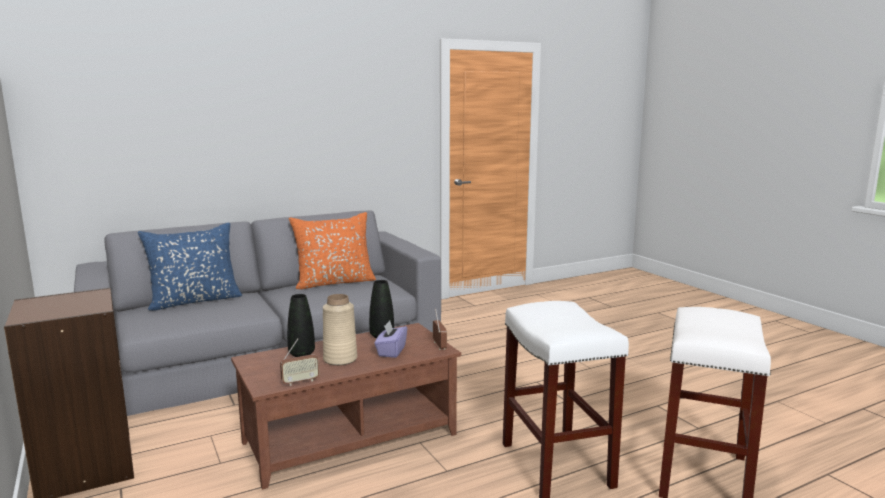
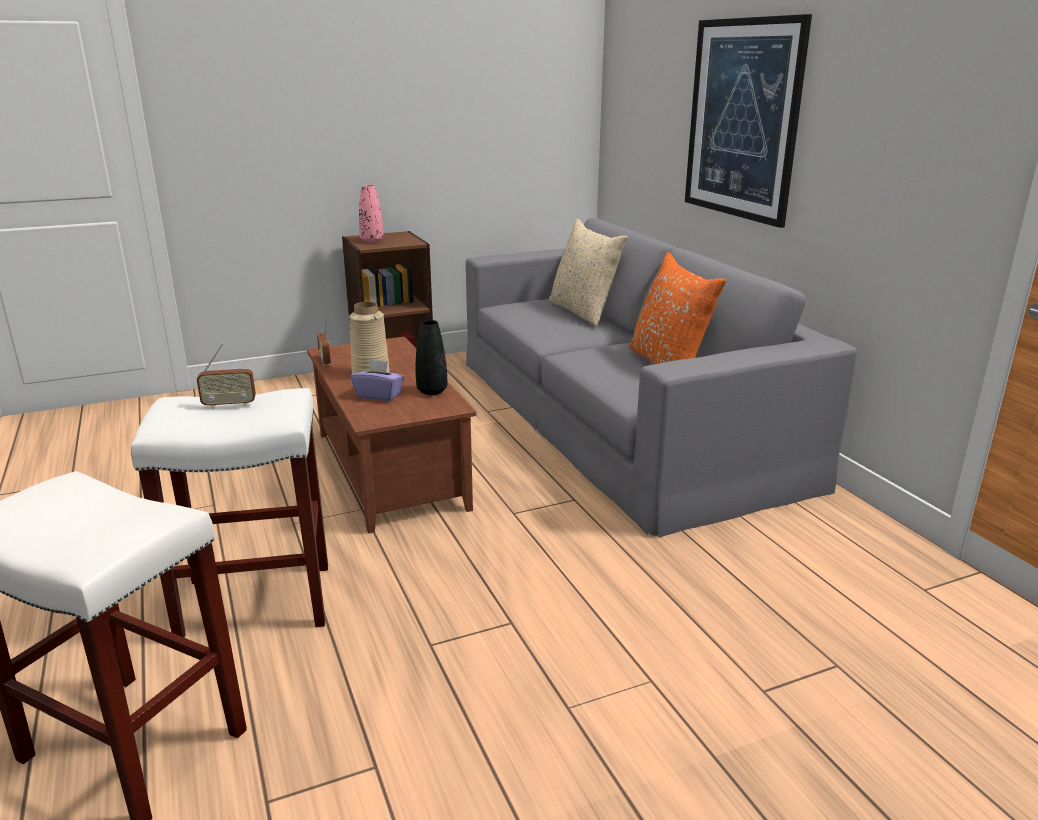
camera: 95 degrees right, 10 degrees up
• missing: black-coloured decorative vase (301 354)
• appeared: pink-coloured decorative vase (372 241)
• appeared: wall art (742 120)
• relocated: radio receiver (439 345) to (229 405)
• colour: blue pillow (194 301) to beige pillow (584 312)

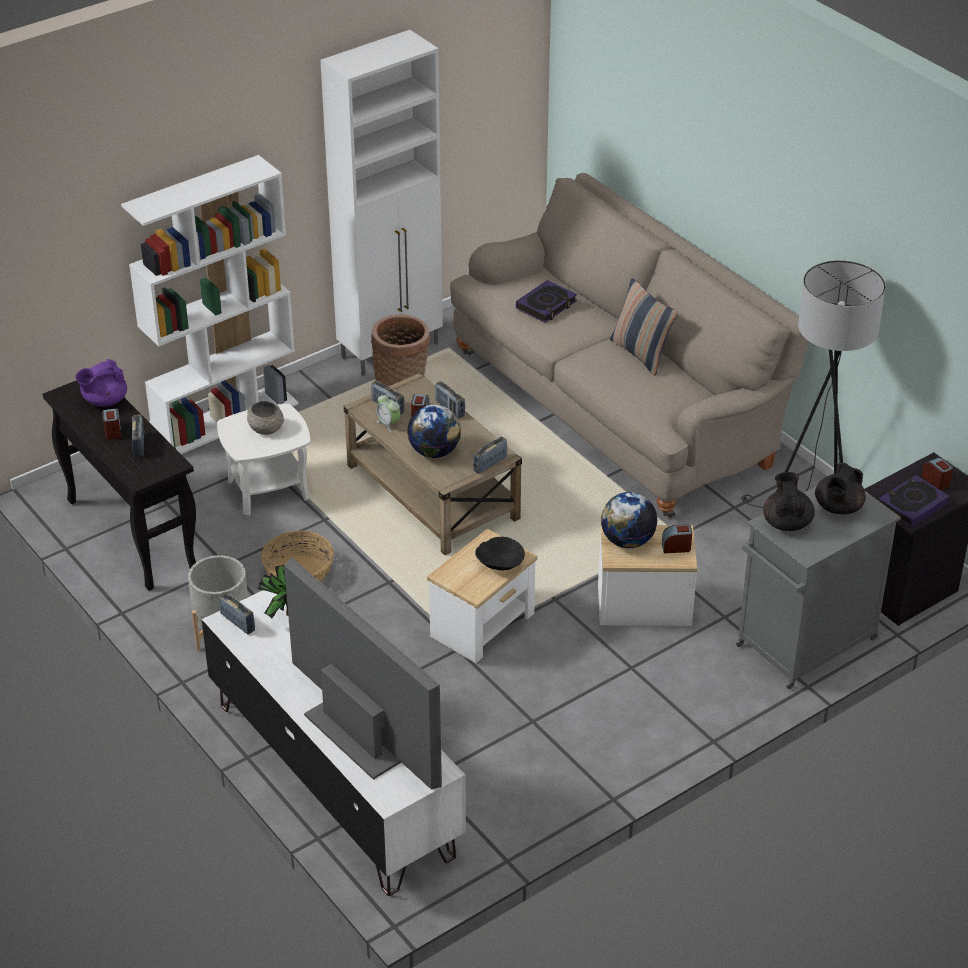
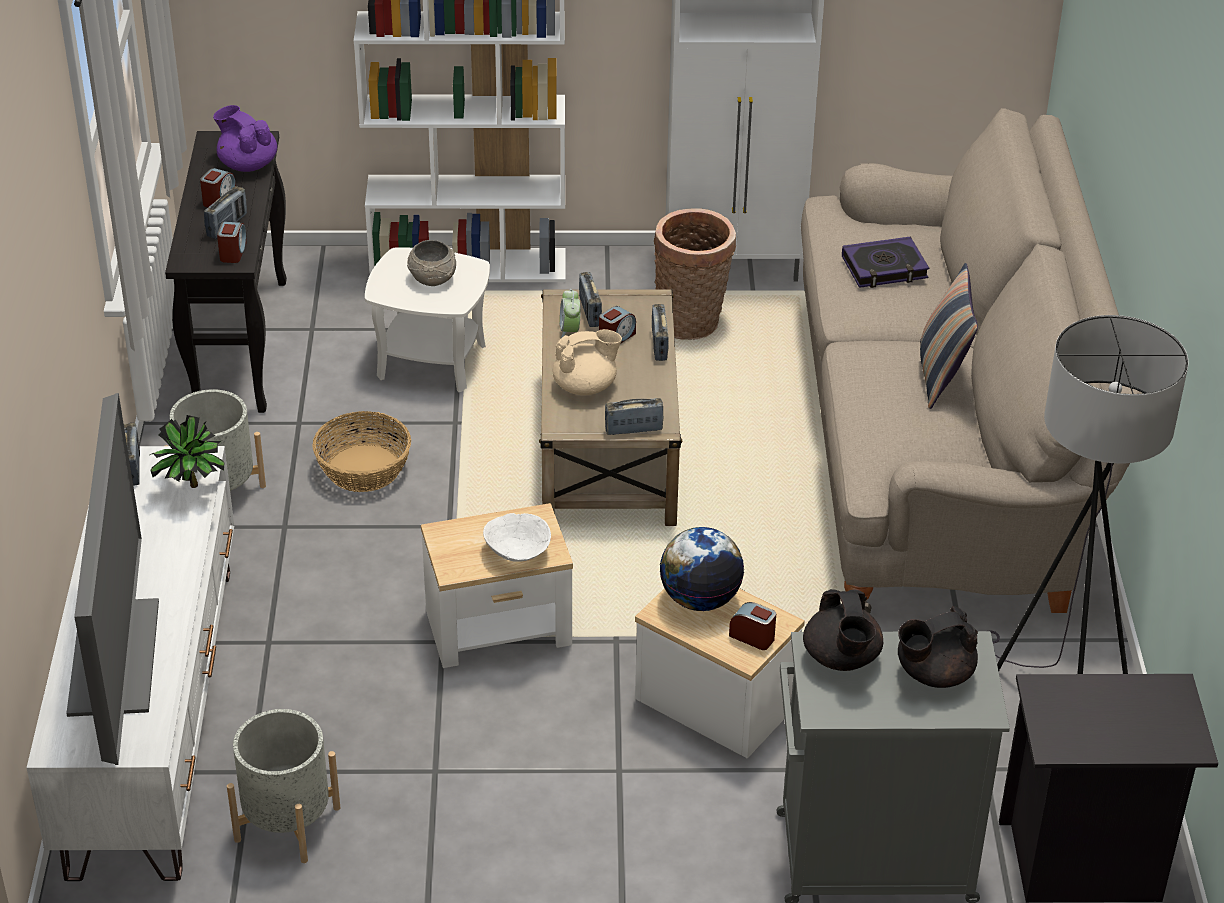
camera: 35 degrees right, 0 degrees up
• missing: volume (912 505)
• appeared: gray flower pot (287 823)
• relocated: bedside clock (936 481) to (233 252)
• exchanged: world globe (434 452) to beige tea pot (586 386)
• colour: black-coloured deep dish (499 564) to white deep dish (516 552)
• spun: purple-coloured tea pot (104 401) = (247 164) 45 degrees clockwise
• spun: black-coloured tea pot (787 522) = (841 658) 135 degrees clockwise

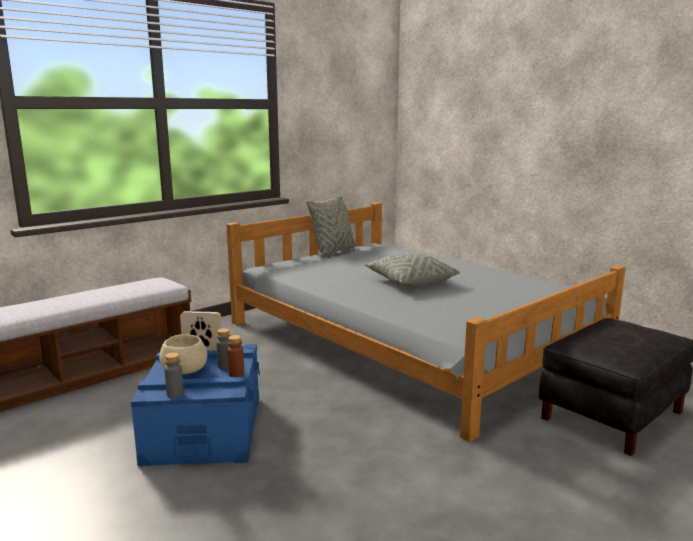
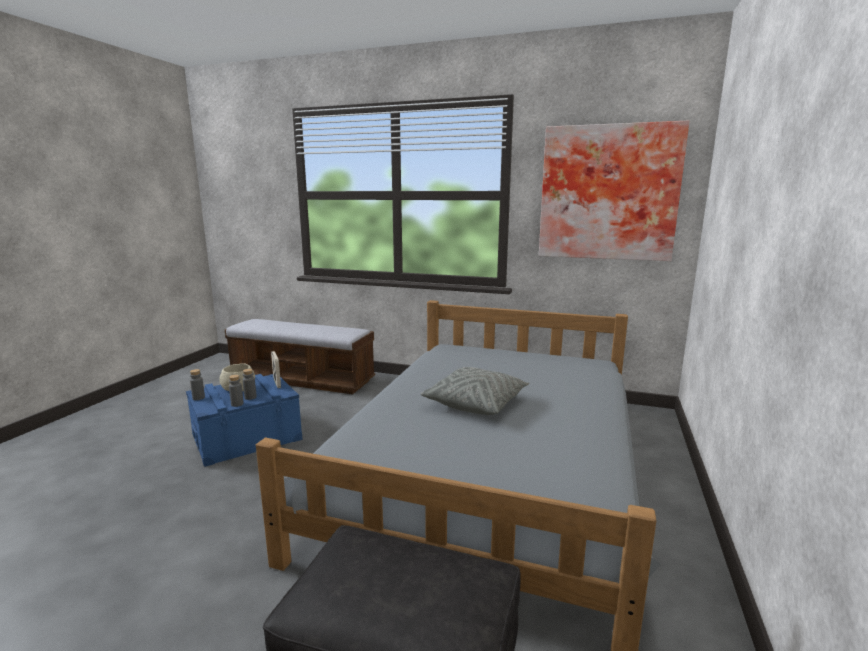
camera: 60 degrees right, 0 degrees up
• missing: gray pillow (333 252)
• appeared: wall art (608 193)
• colour: brownish drink bottle (236 374) to gray drink bottle (237 404)

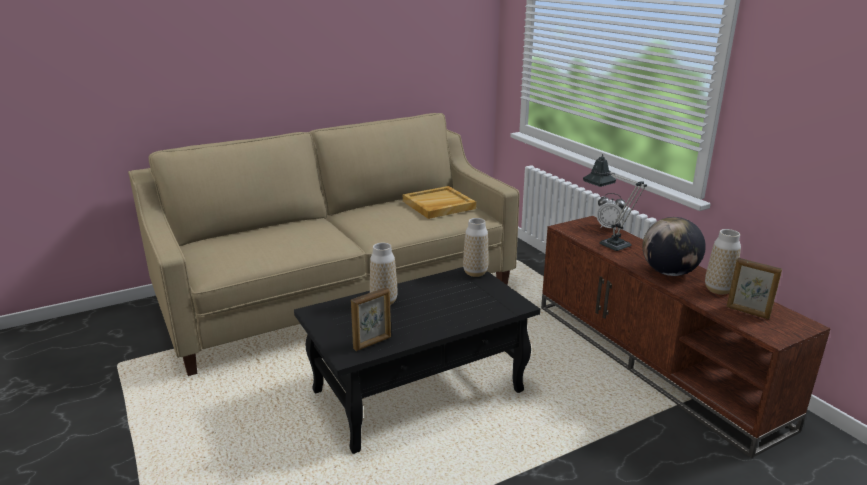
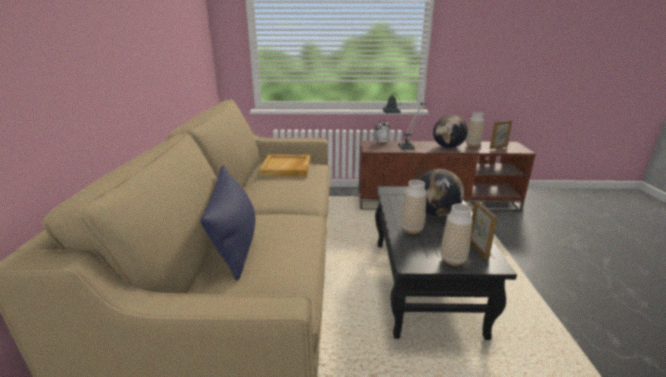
camera: 60 degrees left, 0 degrees up
• appeared: blue pillow (235 243)
• appeared: world globe (436 213)
• relocated: decorative vase (475 273) to (452 260)

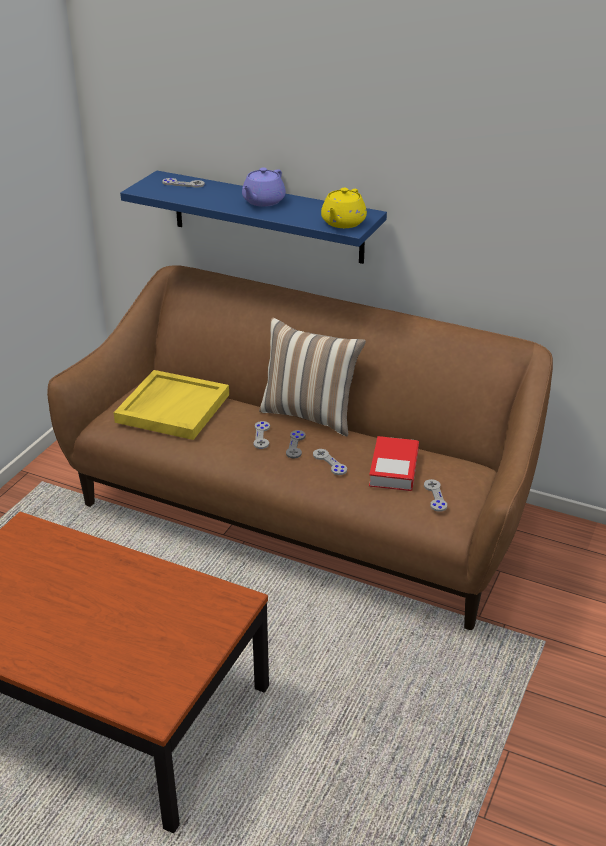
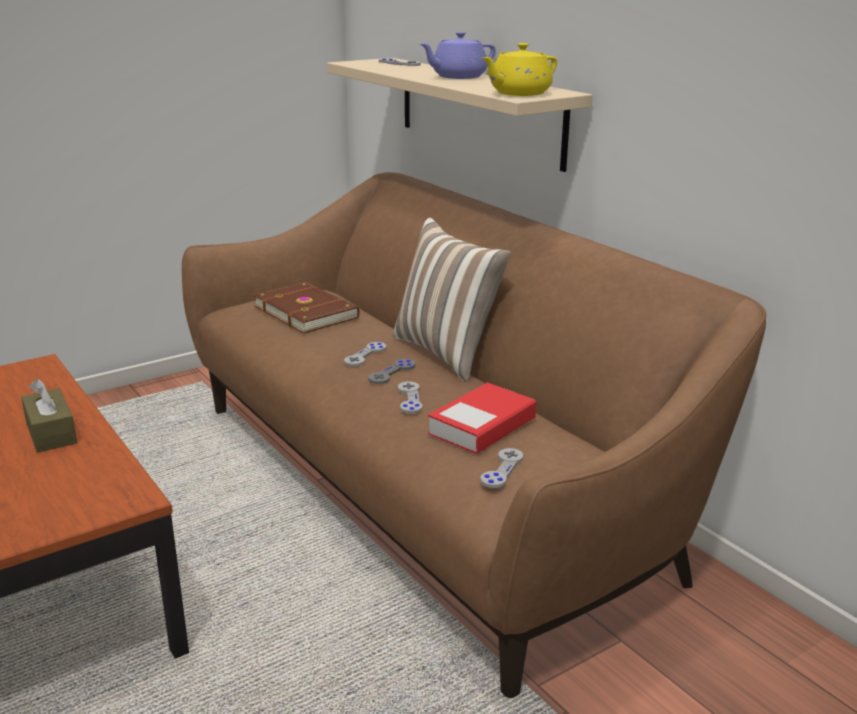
camera: 30 degrees right, 10 degrees down
• appeared: brownish box of tissues (51 433)
• exchanged: yellow tray (172 407) to brownish volume (307 311)
• colour: blue shelf (267 217) to beige shelf (479 110)

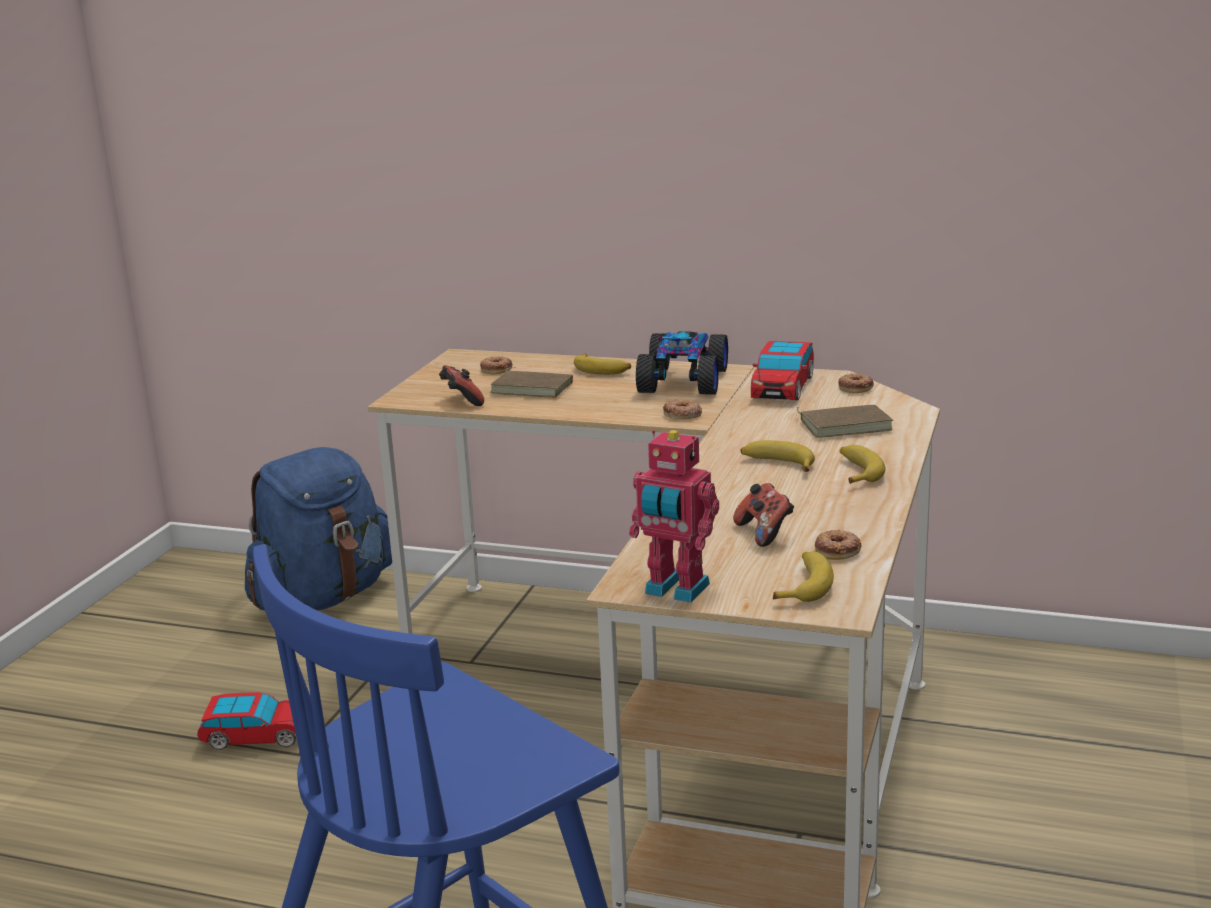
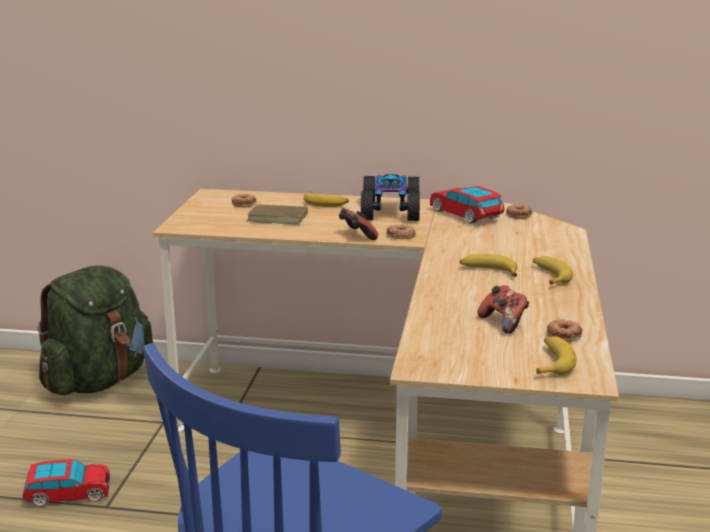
camera: 10 degrees left, 0 degrees up
• missing: robot figure (675 590)
• missing: brownish volume (845 425)
• relocated: joypad (462 401) to (356 236)
• colour: blue backpack (324 597) to greenish backpack (99 381)
• spun: miniature car (782 387) = (466 215) 135 degrees clockwise

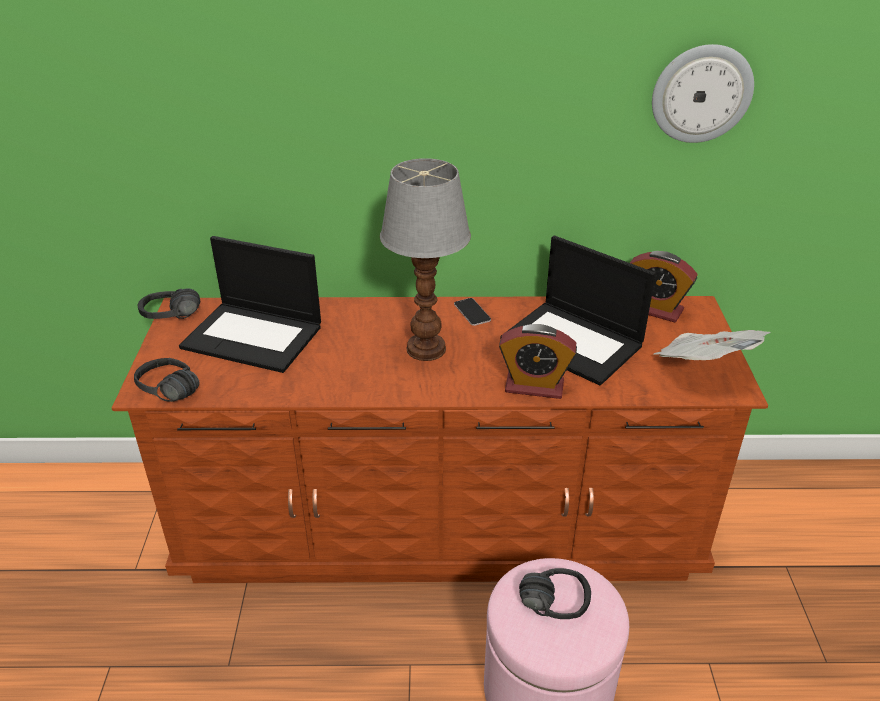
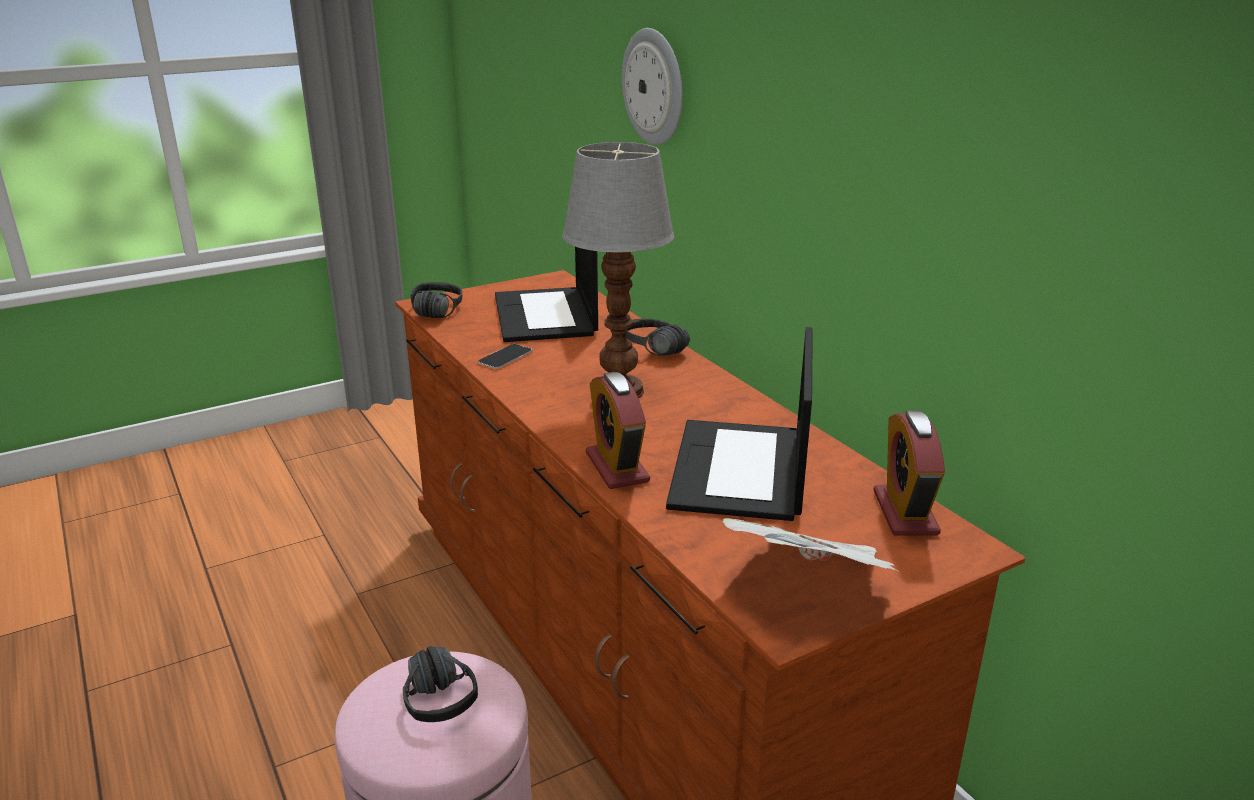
camera: 60 degrees right, 10 degrees down
• relocated: black-coloured headset (171 319) to (647 351)
• relocated: handset (472 312) to (505 357)
• relocated: wall clock (701 93) to (654 87)

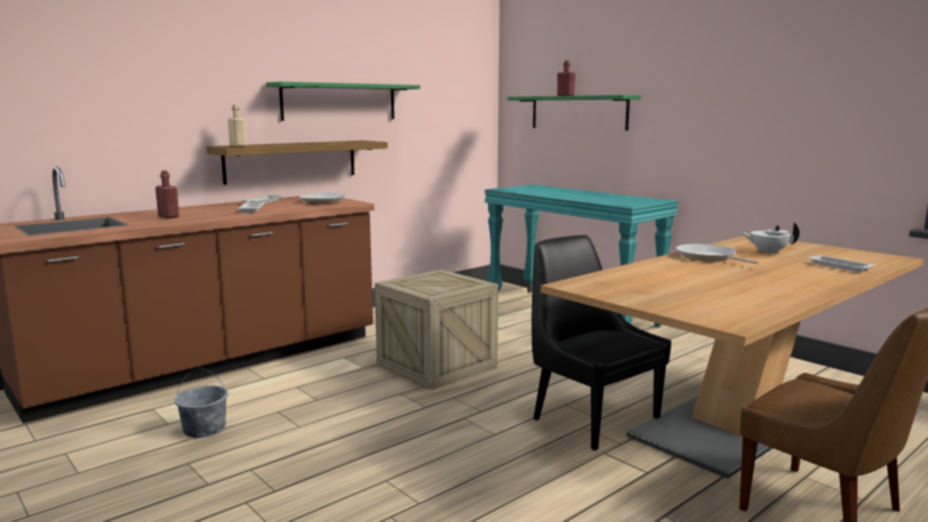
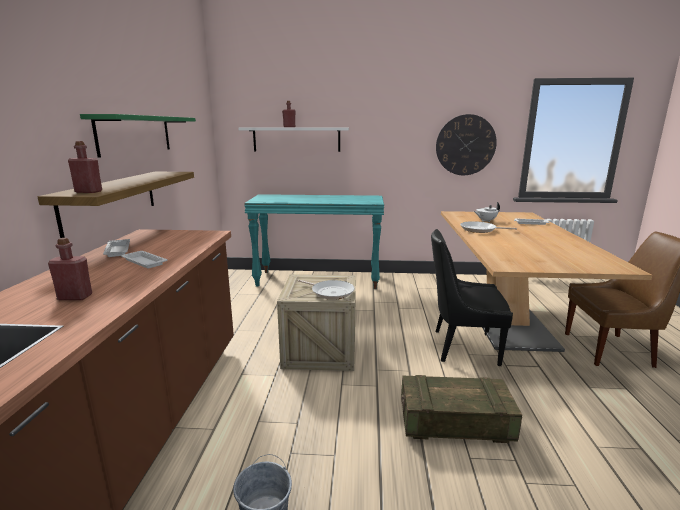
camera: 45 degrees left, 5 degrees up
• appeared: shipping crate (454 423)
• appeared: wall clock (465 145)
• relocated: skillet (323 201) to (330 292)
• colour: beige drink bottle (238 146) to reddish drink bottle (88 192)
• colour: greenish shelf (578 112) to white shelf (296 139)

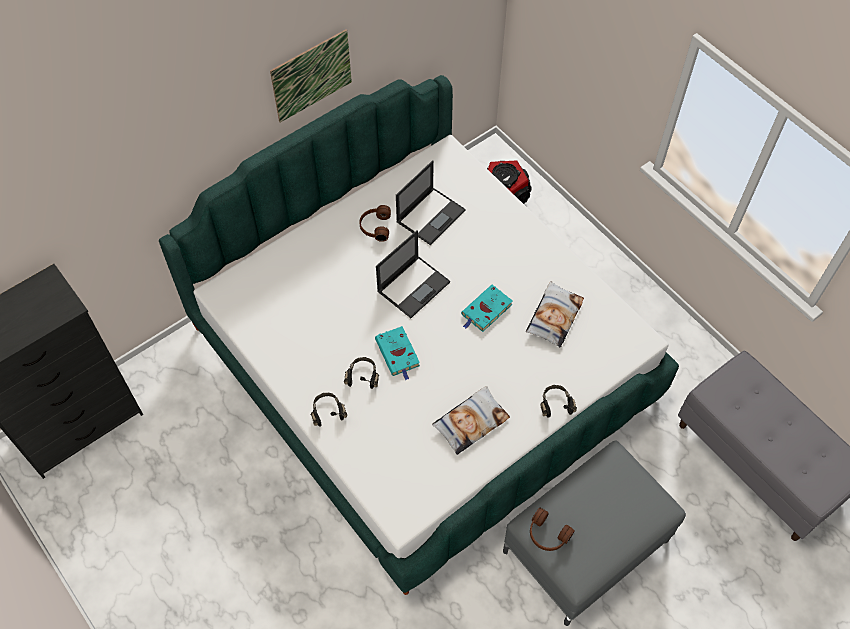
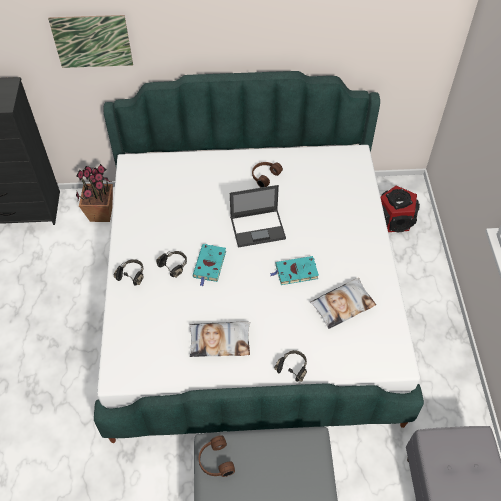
camera: 35 degrees right, 5 degrees down
• missing: notebook computer (431 215)
• appeared: potted plant (101 213)
• relocated: wall art (311 76) to (92 41)

